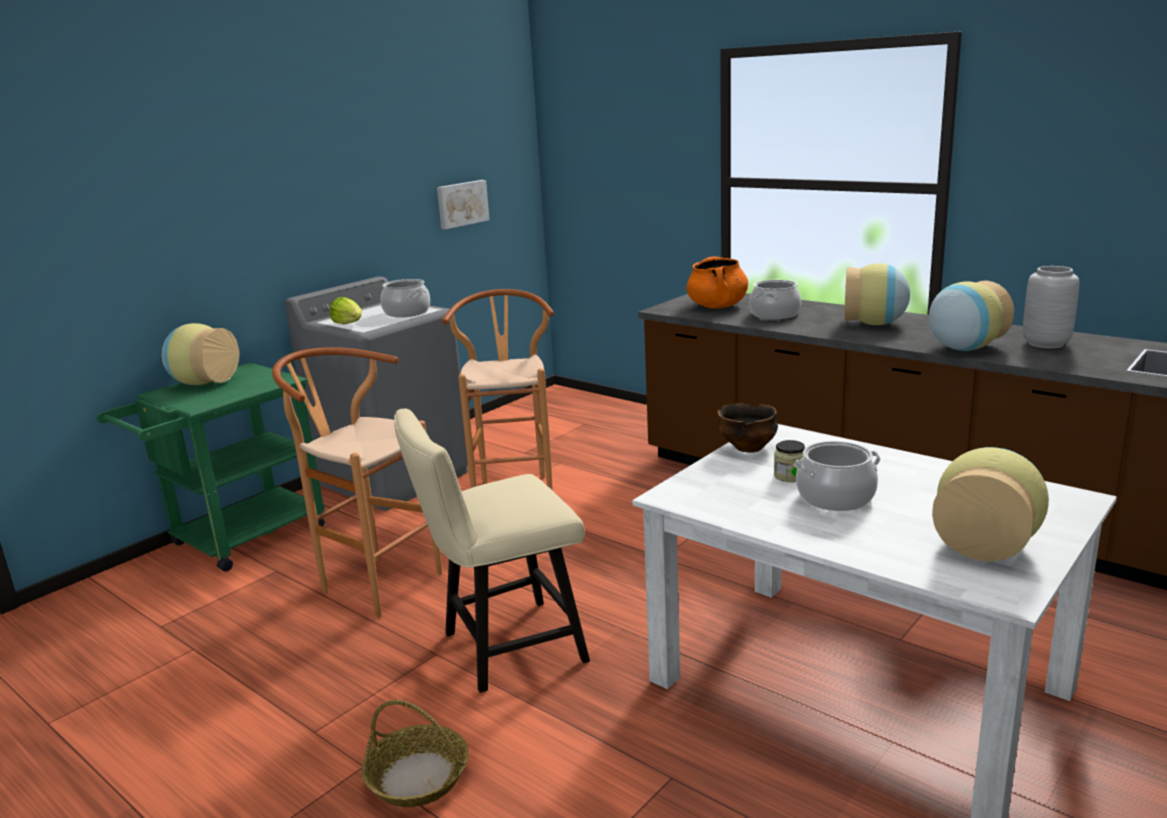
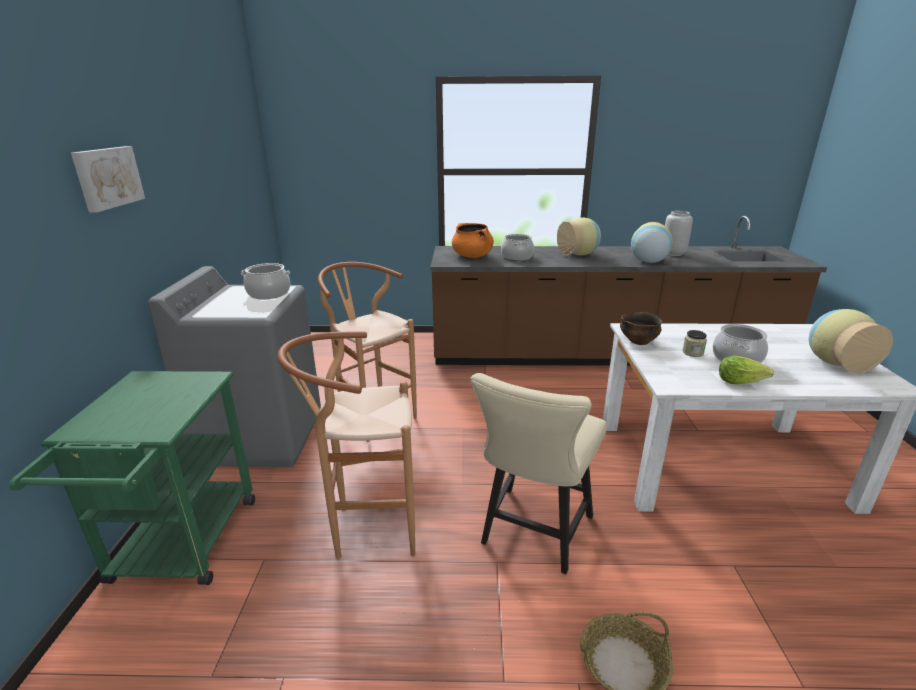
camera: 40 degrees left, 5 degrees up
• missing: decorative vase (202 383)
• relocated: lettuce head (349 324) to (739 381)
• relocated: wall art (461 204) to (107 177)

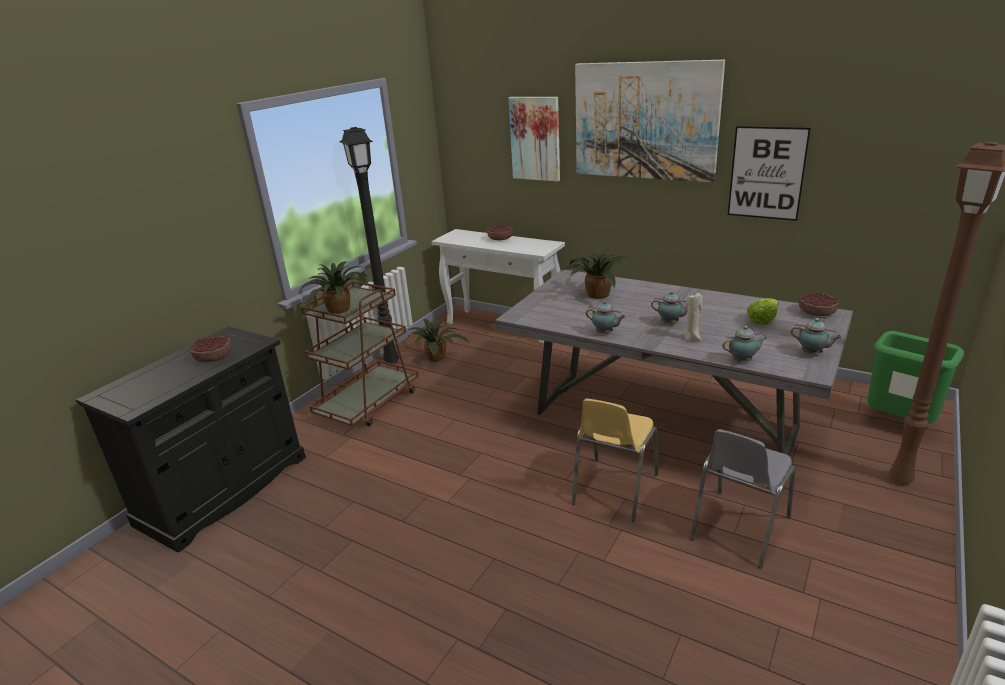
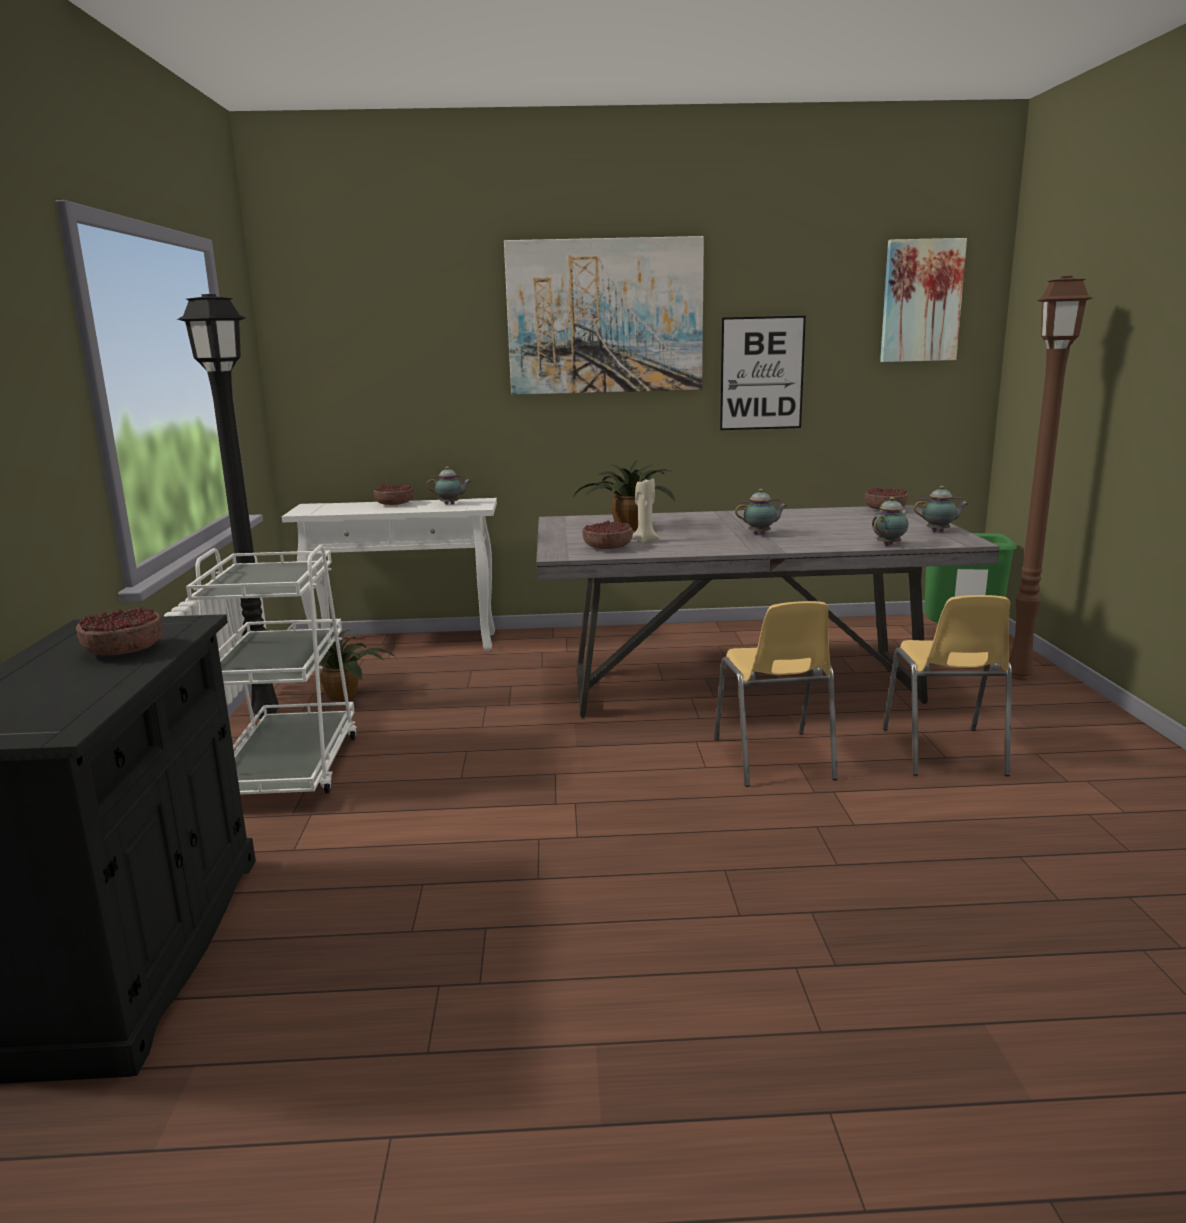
camera: 35 degrees left, 10 degrees down
• missing: potted plant (338 310)
• missing: lettuce head (762 320)
• appeared: deep dish (608 547)
• relocated: wall art (535 138) to (921 301)
• relocated: tea pot (605 333) to (451 504)
• relocated: beige candle (692 338) to (645 541)
• colour: brownish cart (368 403) to white cart (290 768)
• colour: gray upright chair (738 528) to yellow upright chair (944 752)

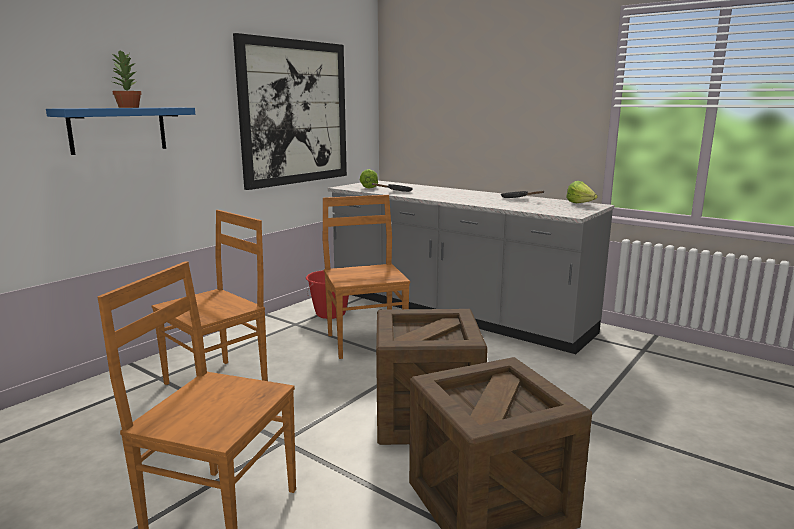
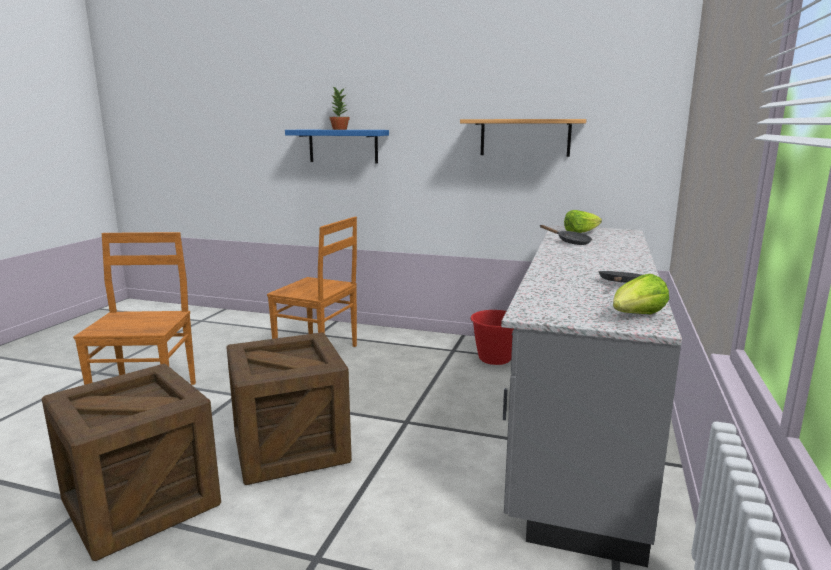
camera: 70 degrees right, 0 degrees up
• missing: brownish upright chair (366 341)
• exchanged: wall art (294 113) to shelf (525 137)

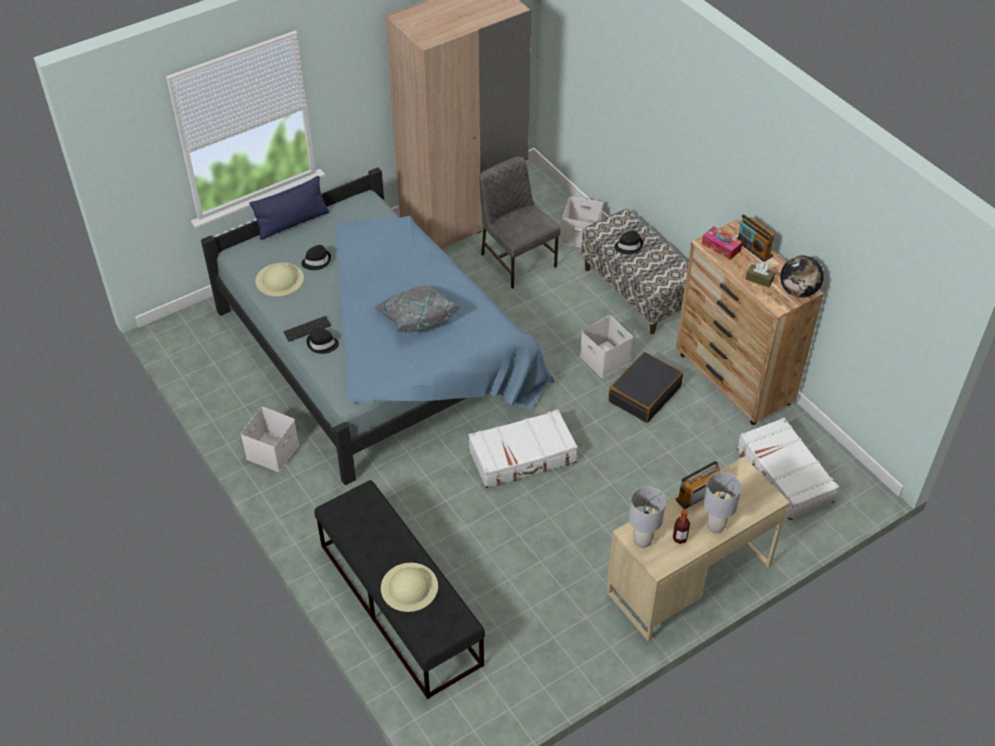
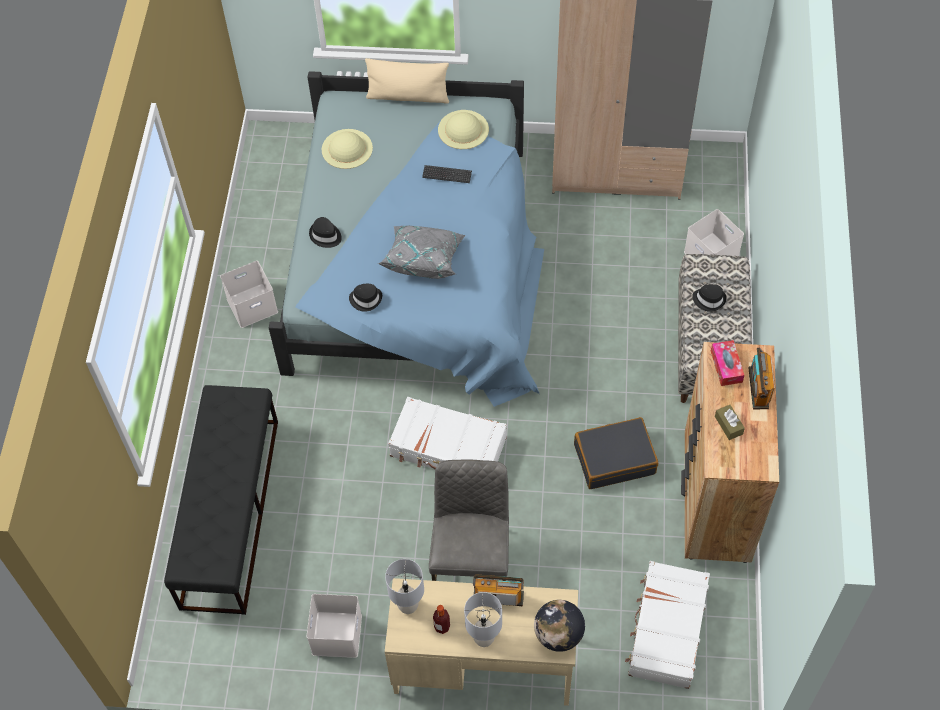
camera: 40 degrees right, 10 degrees up
• relocated: computer keyboard (307 329) to (447 175)
• relocated: black-coloured clothing hat (316 261) to (366 299)
• relocated: beige clothing hat (409 587) to (463 129)
• relocated: gray upright chair (517 260) to (472 559)
• relocated: white storage container (606 359) to (338 635)
• relocated: world globe (798 291) to (558 635)
• colour: blue pillow (292 223) to beige pillow (408 96)

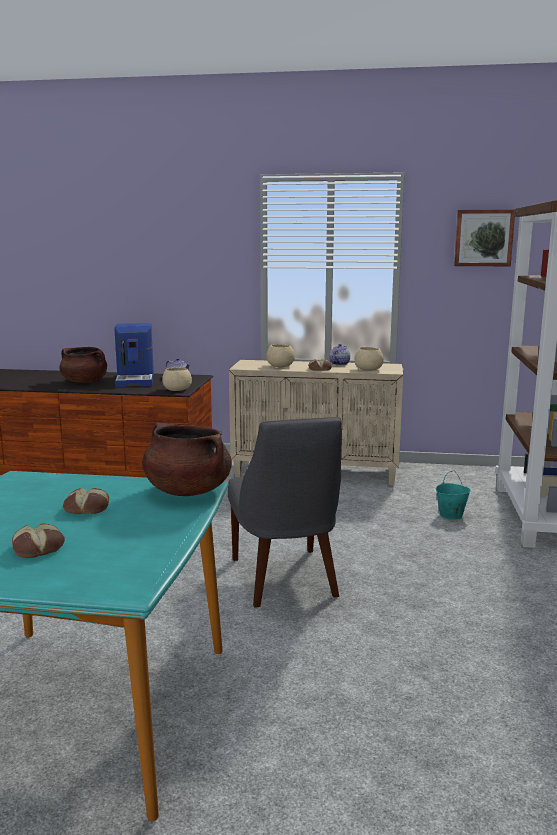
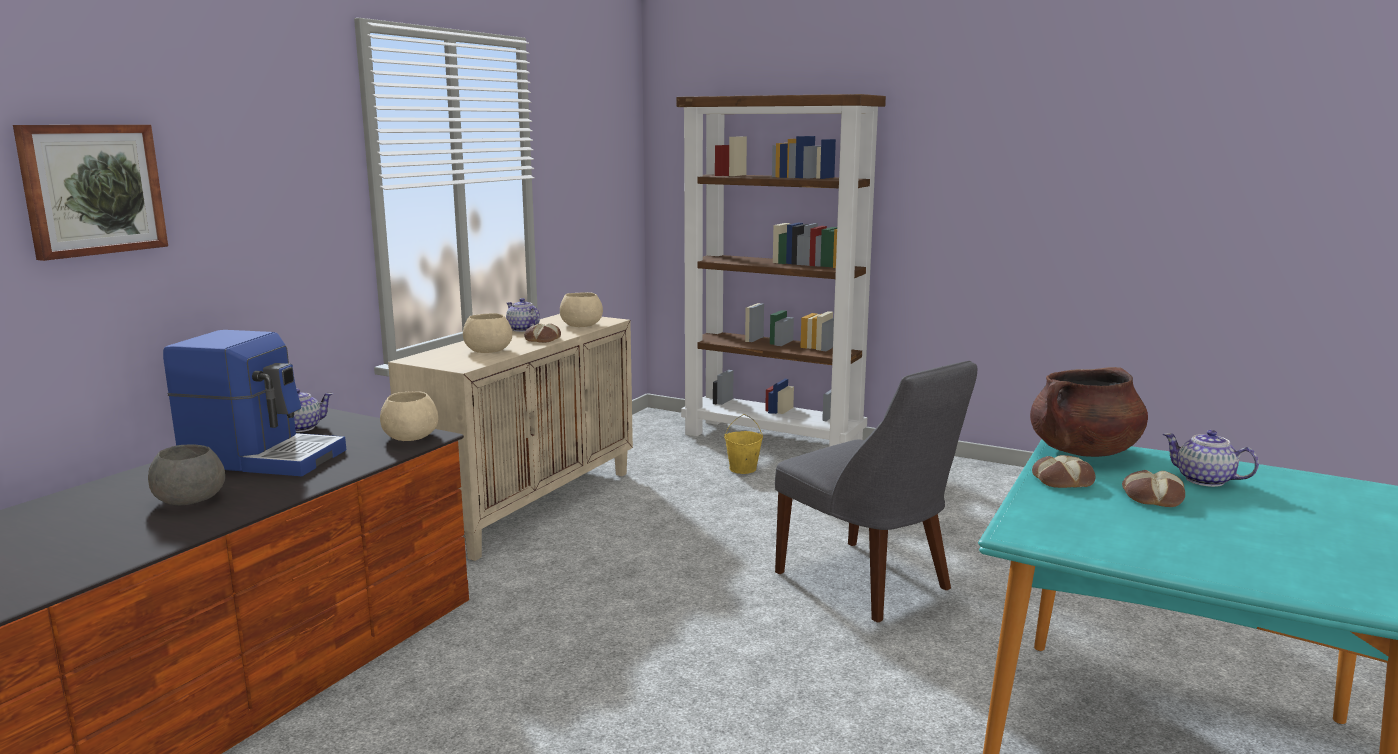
camera: 70 degrees left, 0 degrees up
• appeared: tea pot (1205 480)
• relocated: baked bread (39 547) to (1062 480)
• relocated: wall art (483 238) to (92 189)
• exchanged: brownish stockpot (85 382) to gray deep dish (189 499)
• colour: turquoise pail (450 515) to yellow pail (743 469)
• spun: gray upright chair (285 580) = (868 583) 45 degrees clockwise

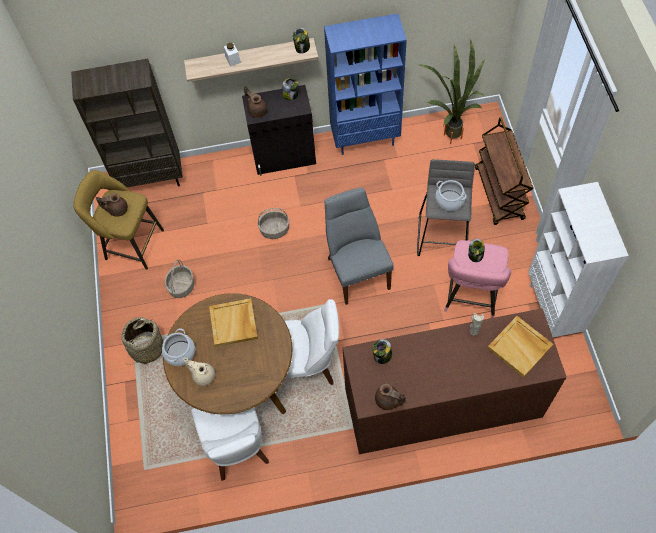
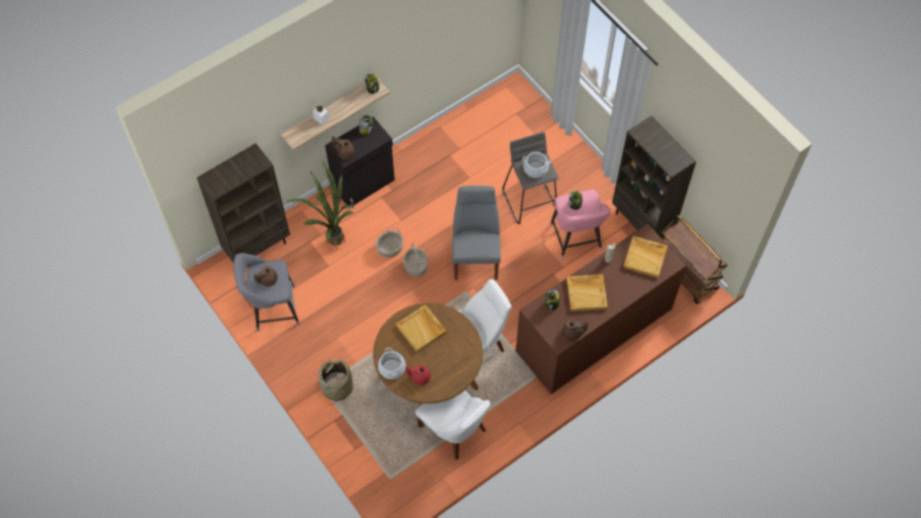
camera: 30 degrees left, 0 degrees up
• missing: blue bookshelf (365 139)
• appeared: beige tray (587 293)
• relocated: storage basket (181 286) to (415 266)
• relocated: potted plant (451 132) to (333 238)
• relocated: brownish cart (499 194) to (686 273)
• colour: yellow sitting stool (131 244) to gray sitting stool (272 309)
• colour: beige tea pot (203 375) to reddish tea pot (420 377)
• colour: white bookshelf (553 309) to brownish bookshelf (642 224)
• spun: gray upright chair (357 270) = (475 255) 45 degrees clockwise

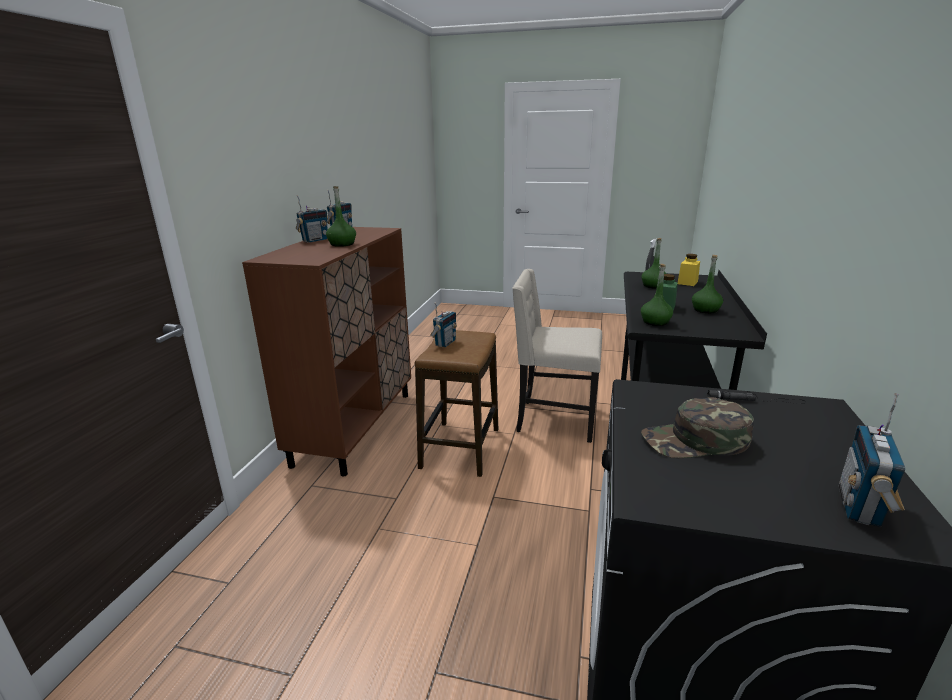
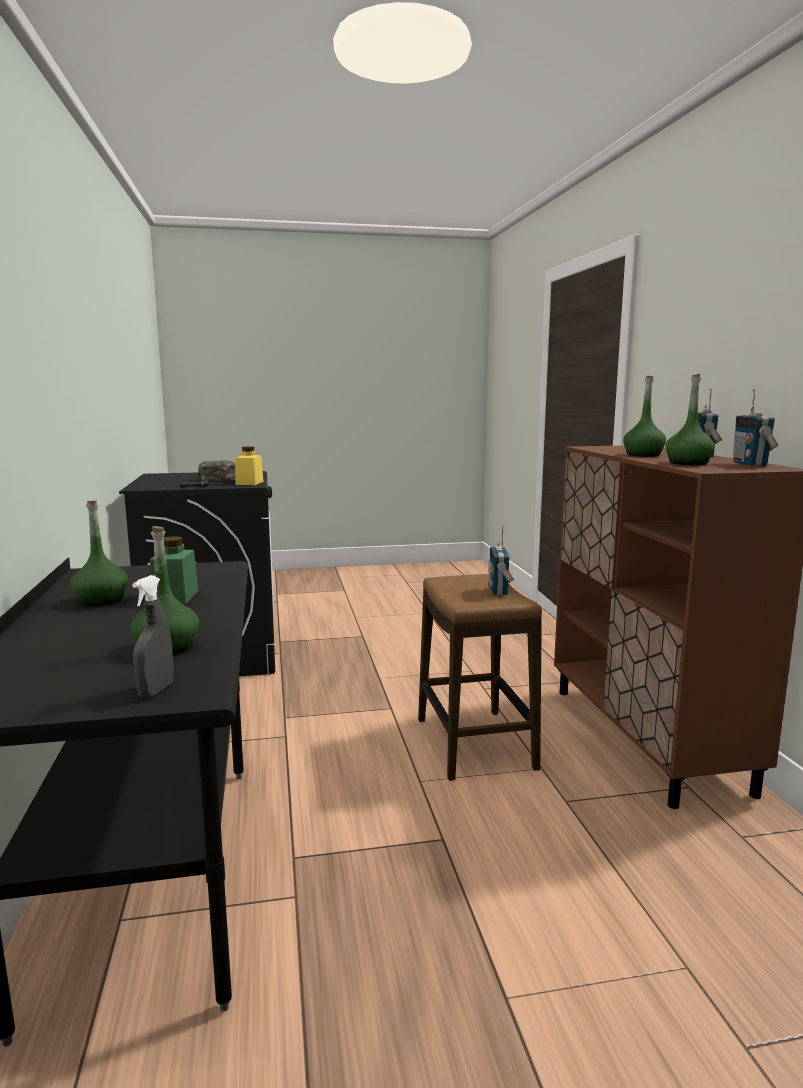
camera: 155 degrees right, 10 degrees down
• missing: beige upright chair (554 420)
• missing: radio receiver (860 507)
• relocated: greenish drink bottle (655 322) to (688 463)
• relocated: yellow storage jar (687 282) to (249 483)

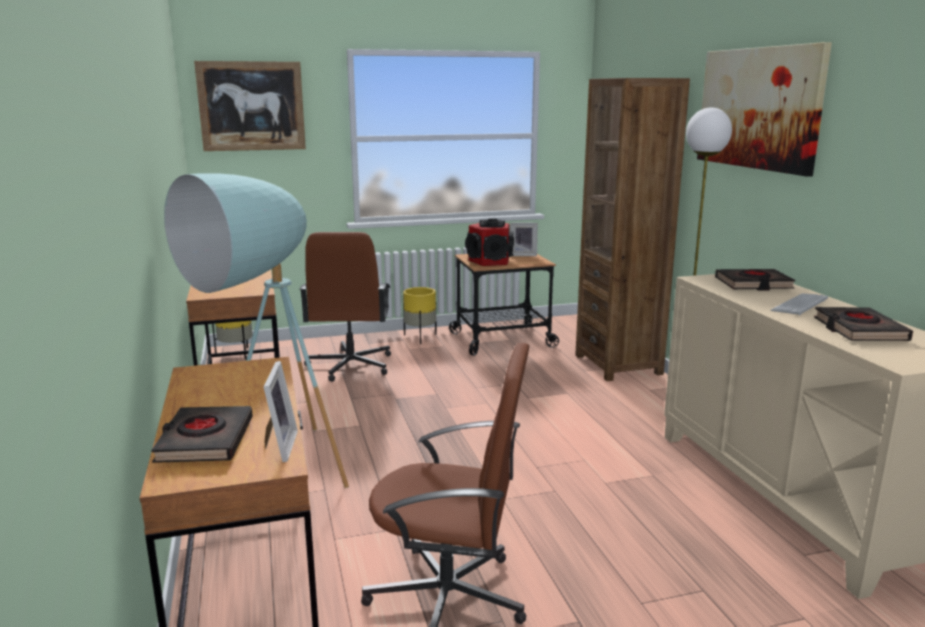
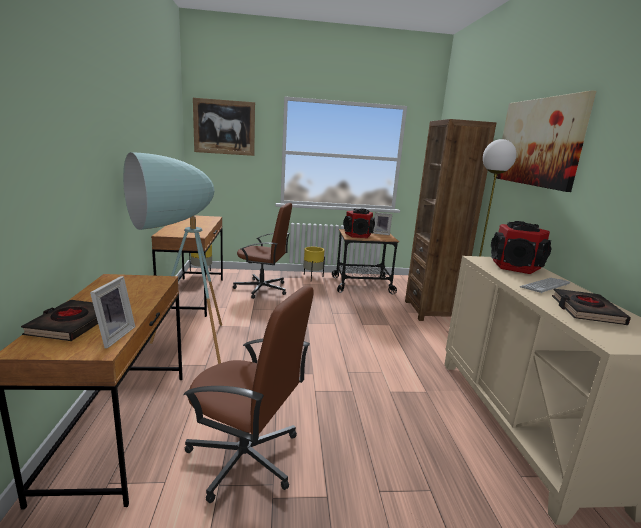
camera: 10 degrees right, 0 degrees up
• exchanged: black-coloured volume (753 284) to speaker (516 267)
• spun: brownish office chair (350 366) = (262 289) 90 degrees counterclockwise

